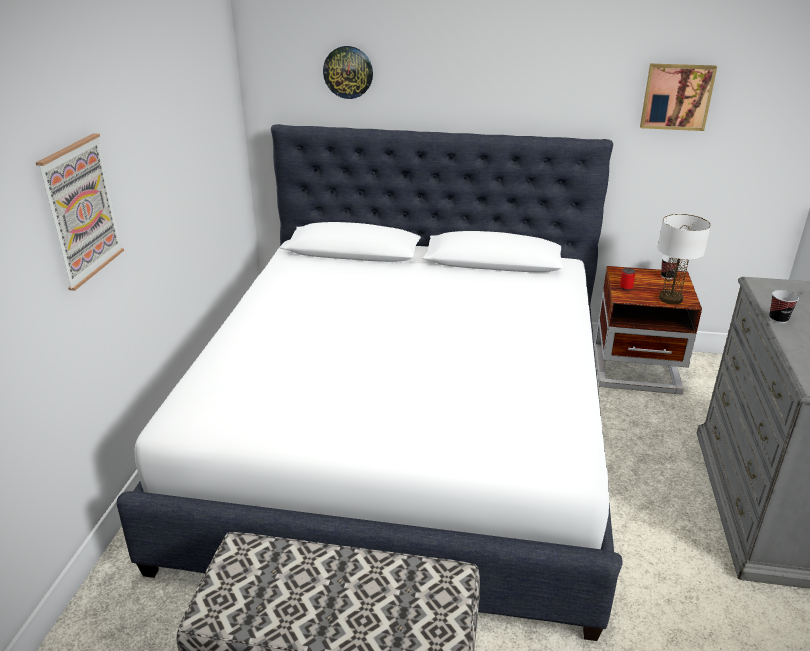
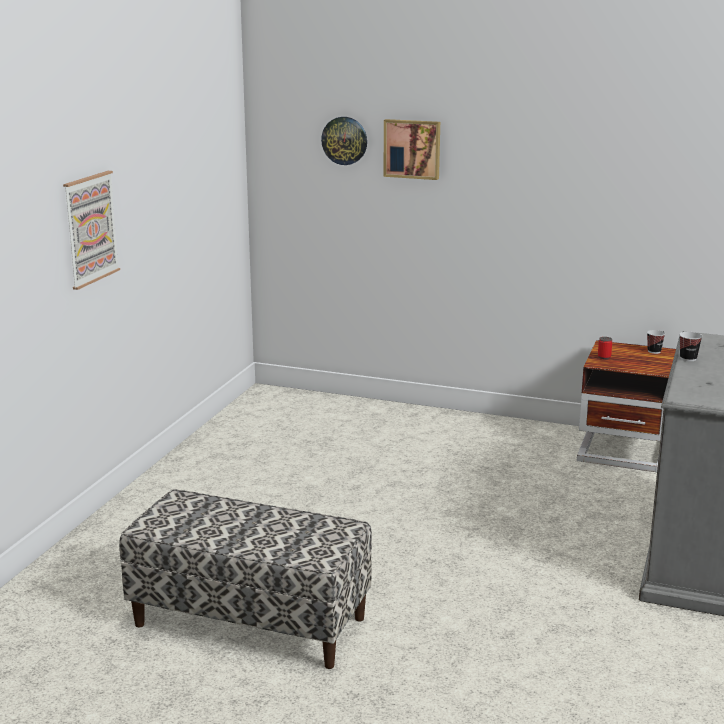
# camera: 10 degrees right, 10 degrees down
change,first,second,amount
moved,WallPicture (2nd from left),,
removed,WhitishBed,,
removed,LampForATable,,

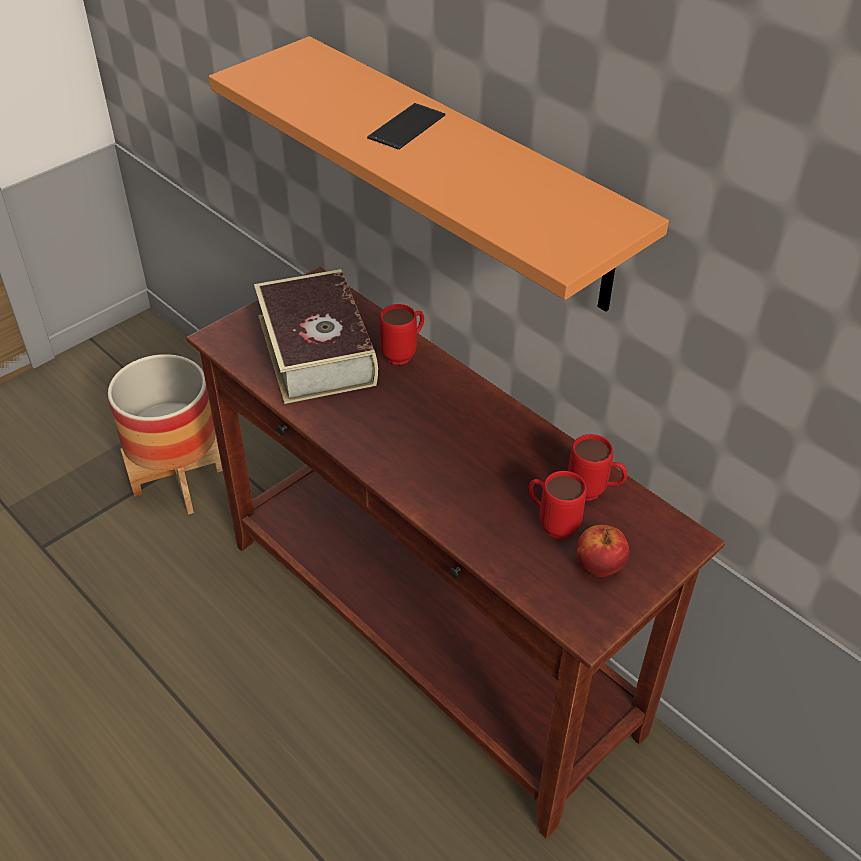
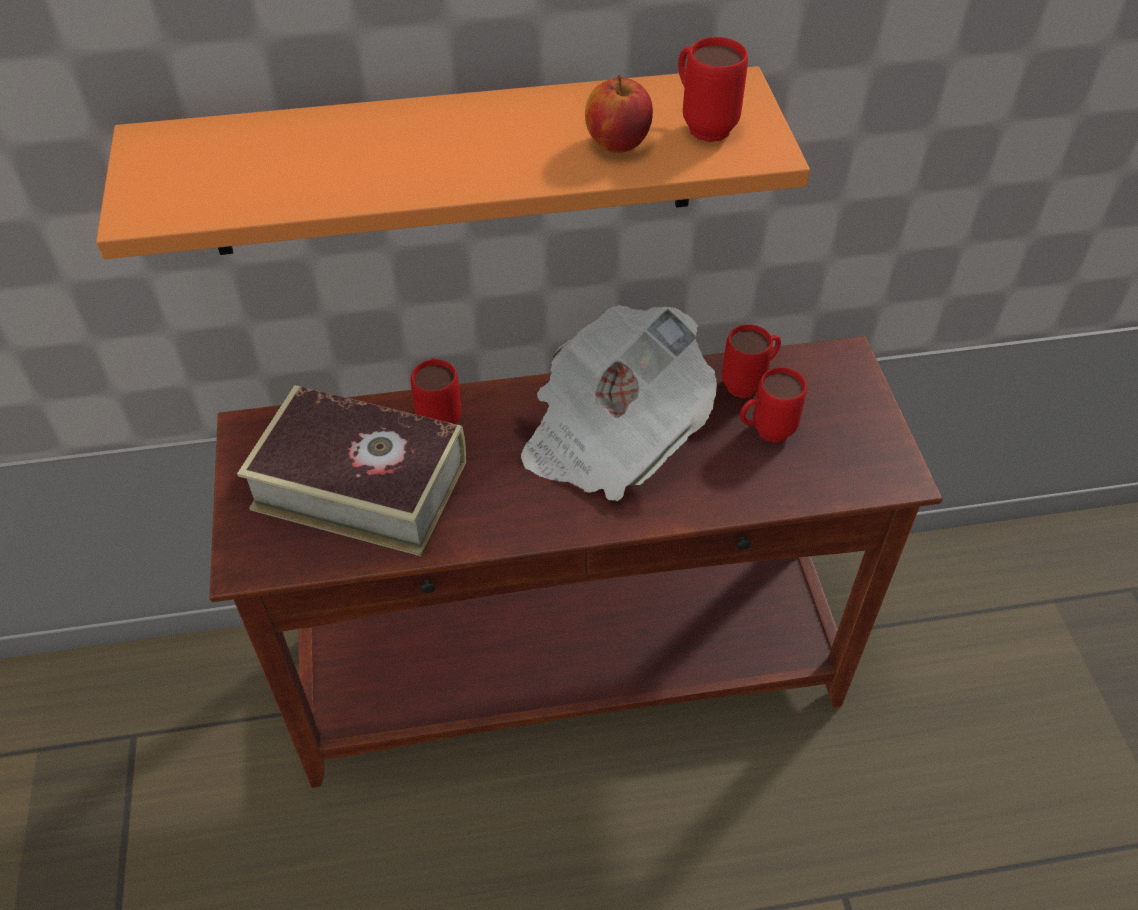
# camera: 55 degrees left, 5 degrees up
change,first,second,amount
removed,Phone,,
removed,PlantPot,,
moved,Apple,,
added,,ReddishTeaMug (2nd from left),
added,,DailyPaper,

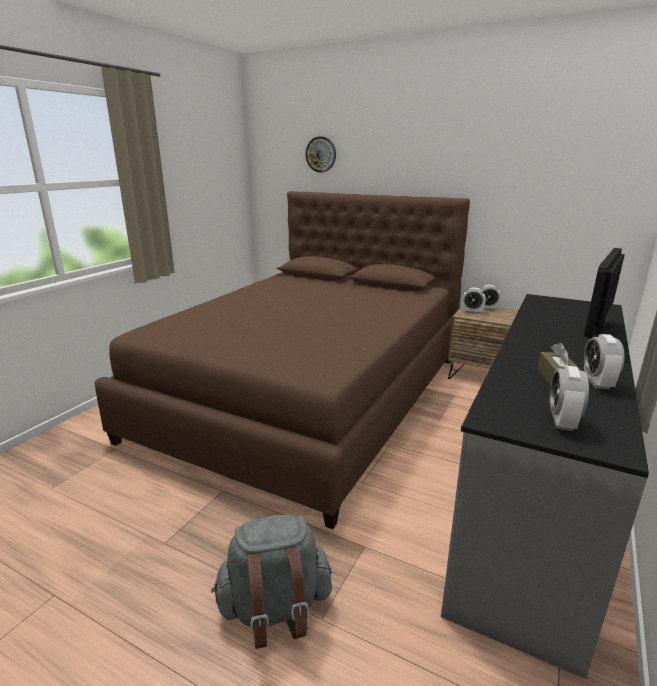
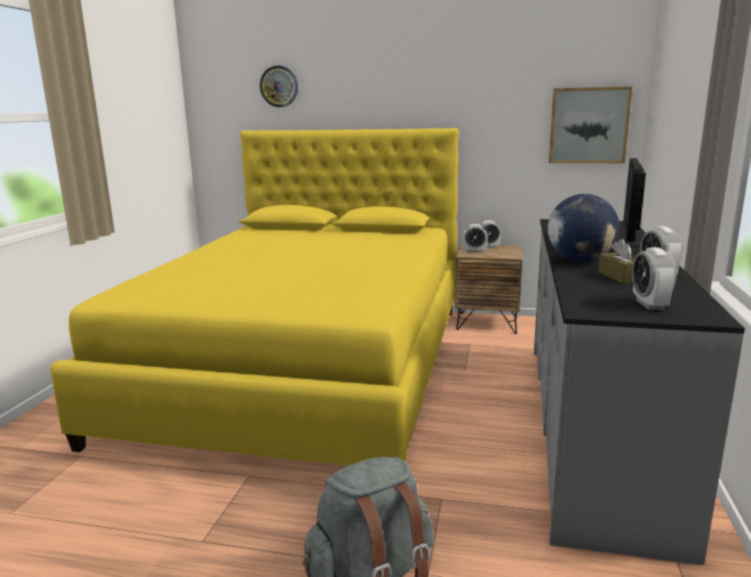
# camera: 15 degrees left, 5 degrees down
change,first,second,amount
recoloured,BrownBed,YellowBed,
added,,WallPicture,
added,,Globe,

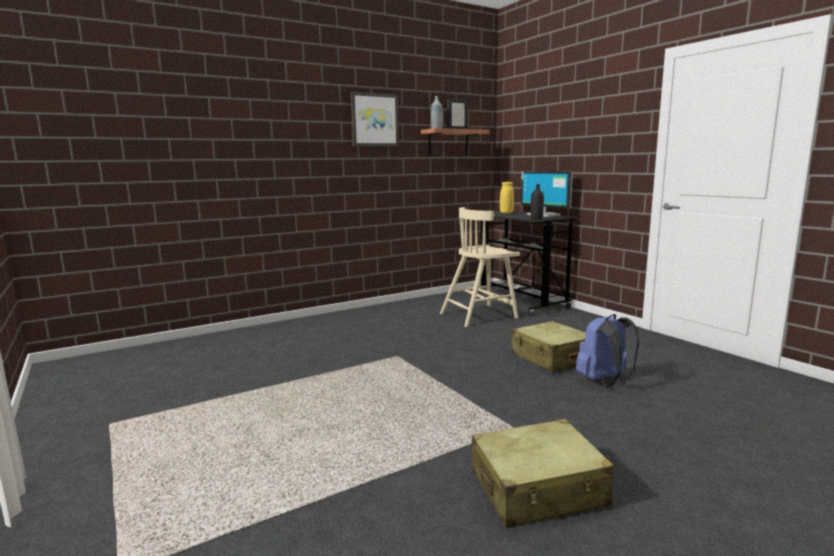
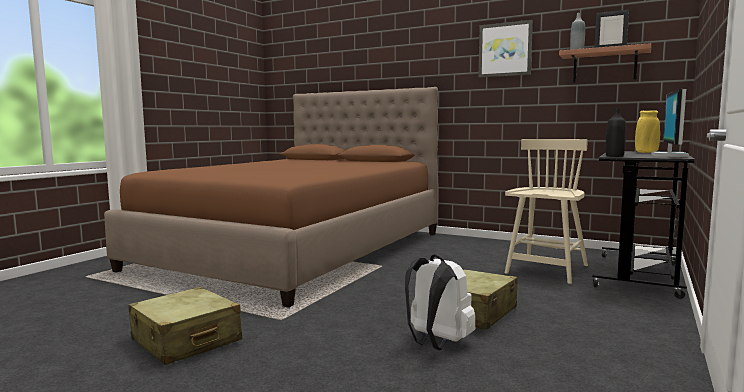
# camera: 60 degrees right, 5 degrees down
change,first,second,amount
turned,BeigeColouredUprightChair,,90 degrees clockwise
recoloured,BlueBackpack,WhitishBackpack,
added,,BrownBed,

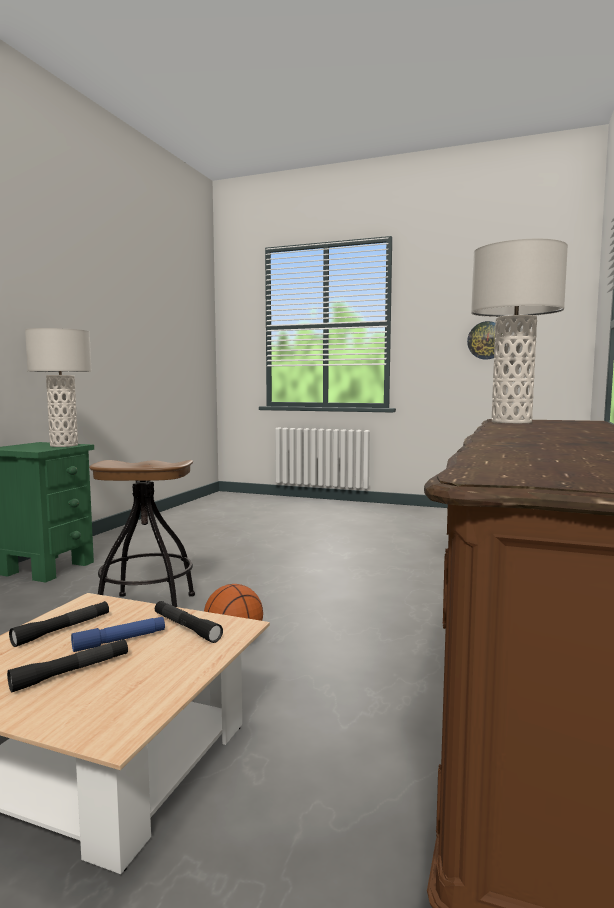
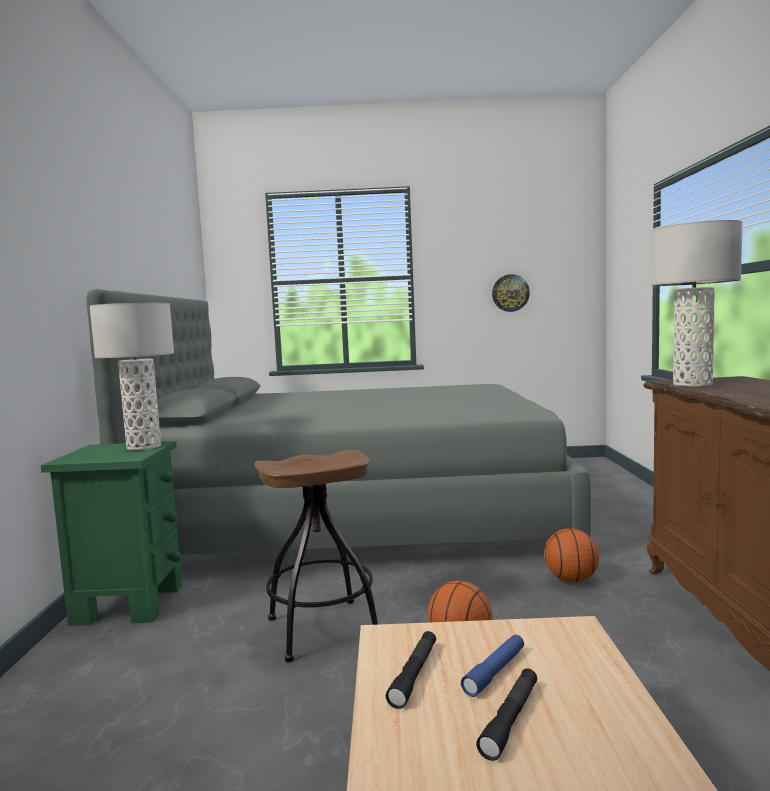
# camera: 20 degrees left, 0 degrees up
change,first,second,amount
removed,BlackTorch (3rd from left),,
added,,GrayBed,
added,,BasketballBall (2nd from left),

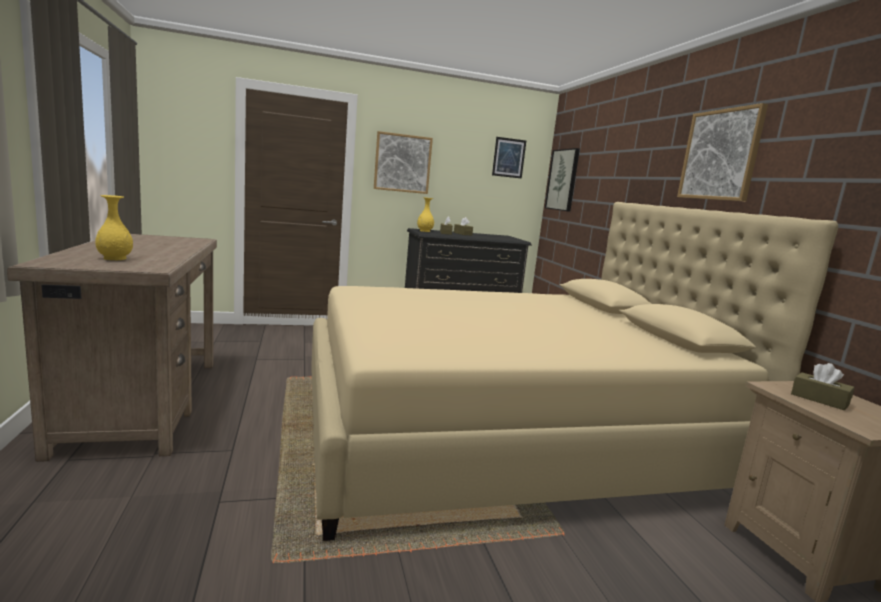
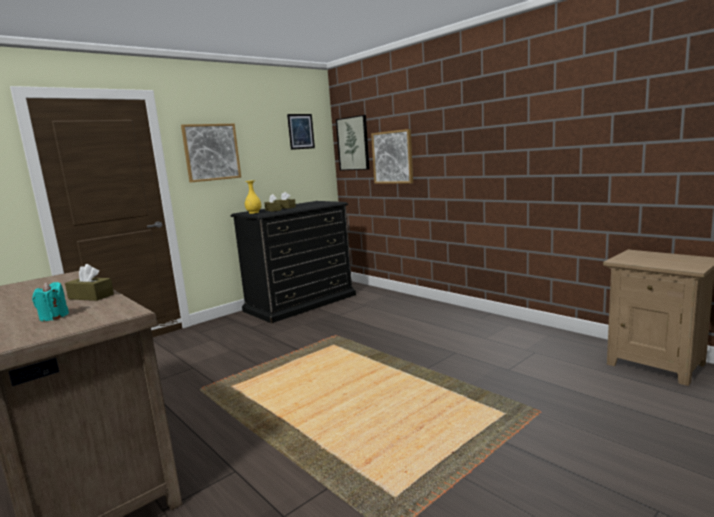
# camera: 25 degrees left, 0 degrees up
change,first,second,amount
moved,WallPicture (4th from left),,
replaced,YellowVase (1st from left),BlueGreenWaxCandle,
removed,BeigeColouredBed,,
moved,BrownTissueHolder (3rd from left in the first image),BrownTissueHolder (1st from left),

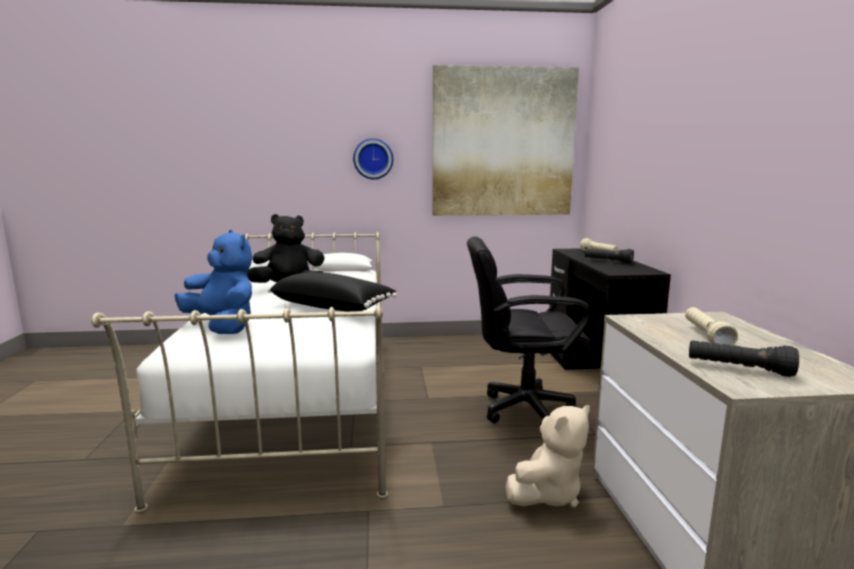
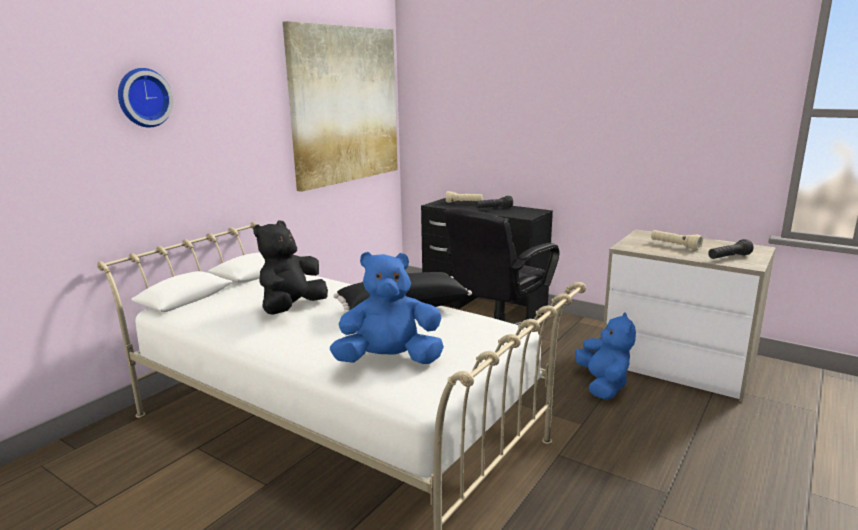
# camera: 50 degrees left, 5 degrees up
change,first,second,amount
moved,HangingClock,,
recoloured,BeigeColouredSoftToy,BlueSoftToy (2nd from left),

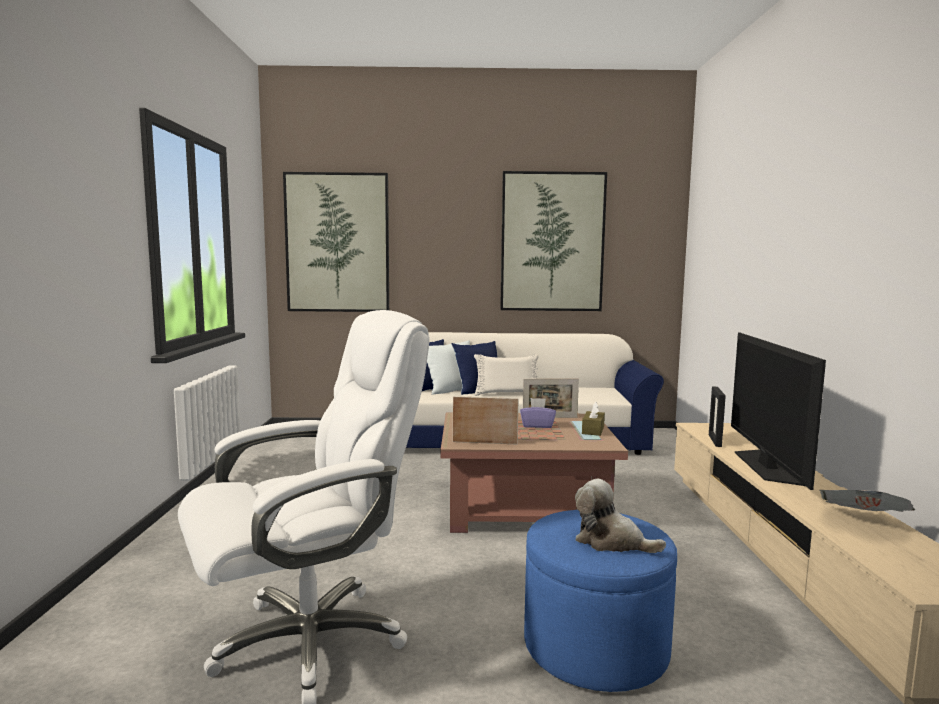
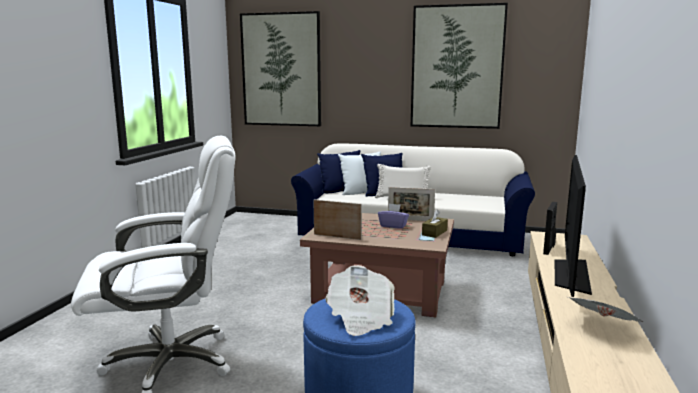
# camera: 15 degrees right, 5 degrees up
change,first,second,amount
replaced,SoftToy,DailyPaper (1st from left),

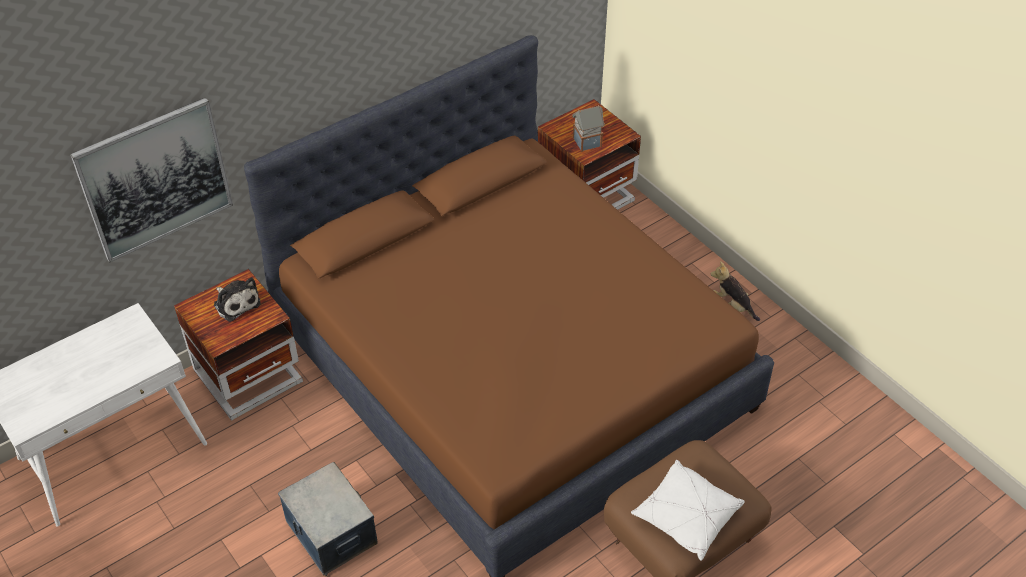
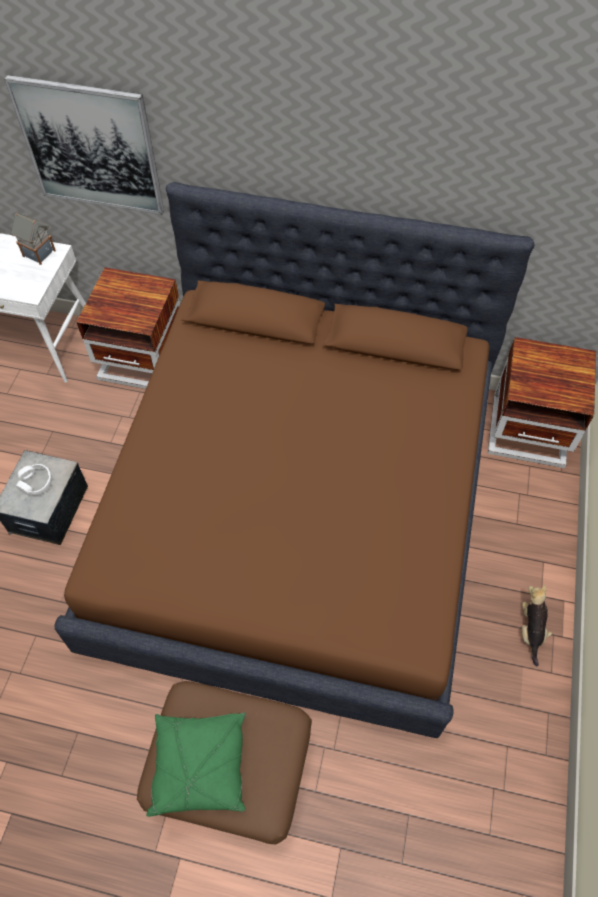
# camera: 50 degrees right, 10 degrees up
change,first,second,amount
moved,ToyHouse,,
removed,SoftToy (1st from left),,
recoloured,WhitishThrowPillow,GreenThrowPillow,
added,,WhitishHeadphones,

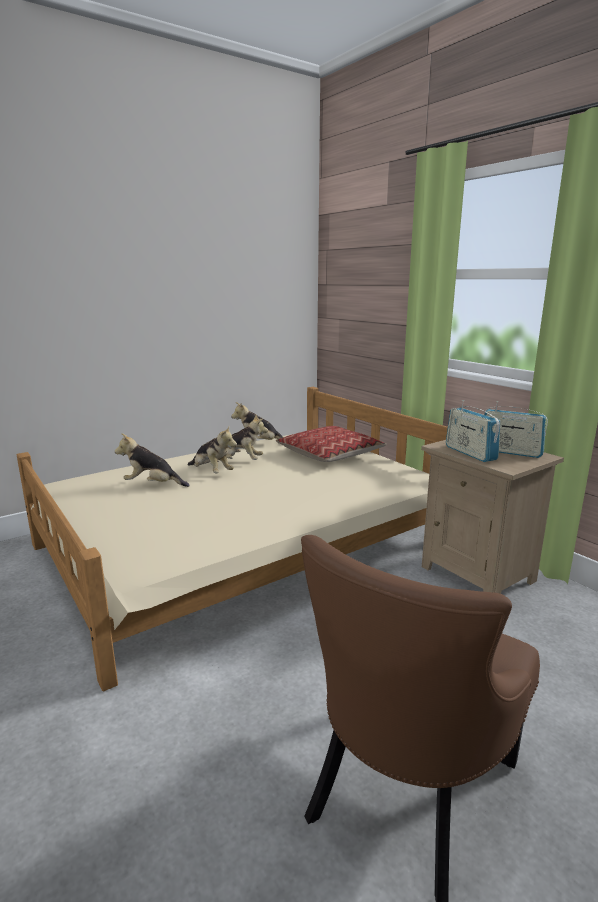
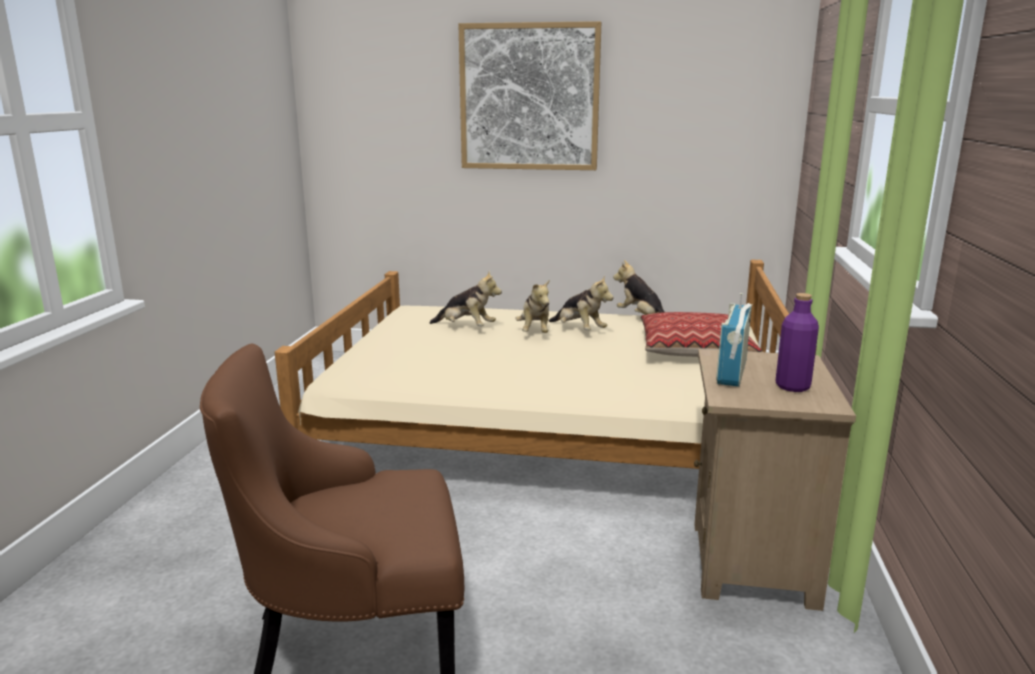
# camera: 45 degrees right, 0 degrees up
change,first,second,amount
replaced,Radio (2nd from left),PurpleColouredDrinkBottle,
turned,SoftToy (1st from left),,150 degrees clockwise
added,,WallPicture,

